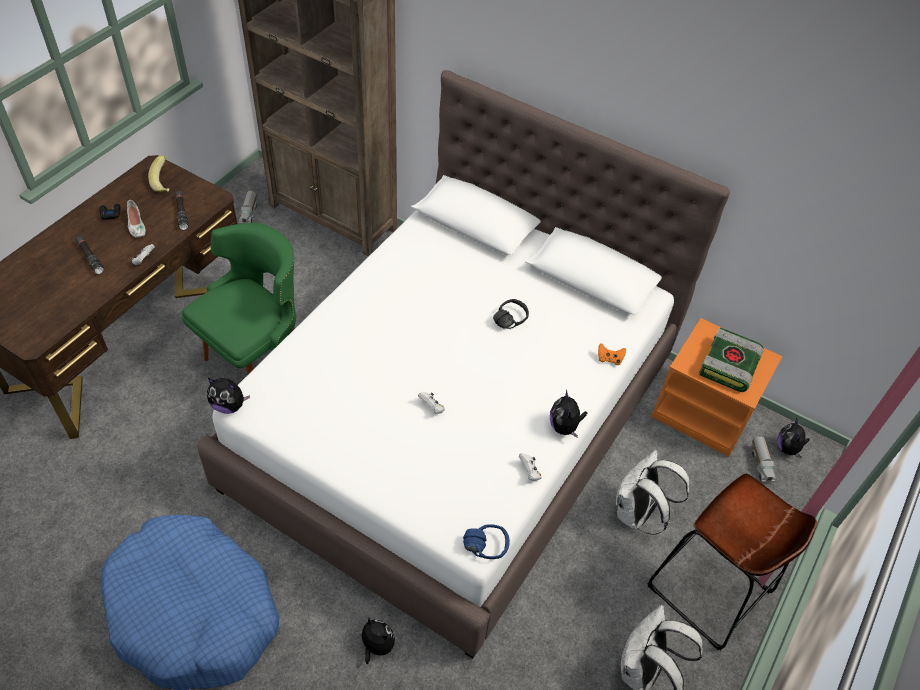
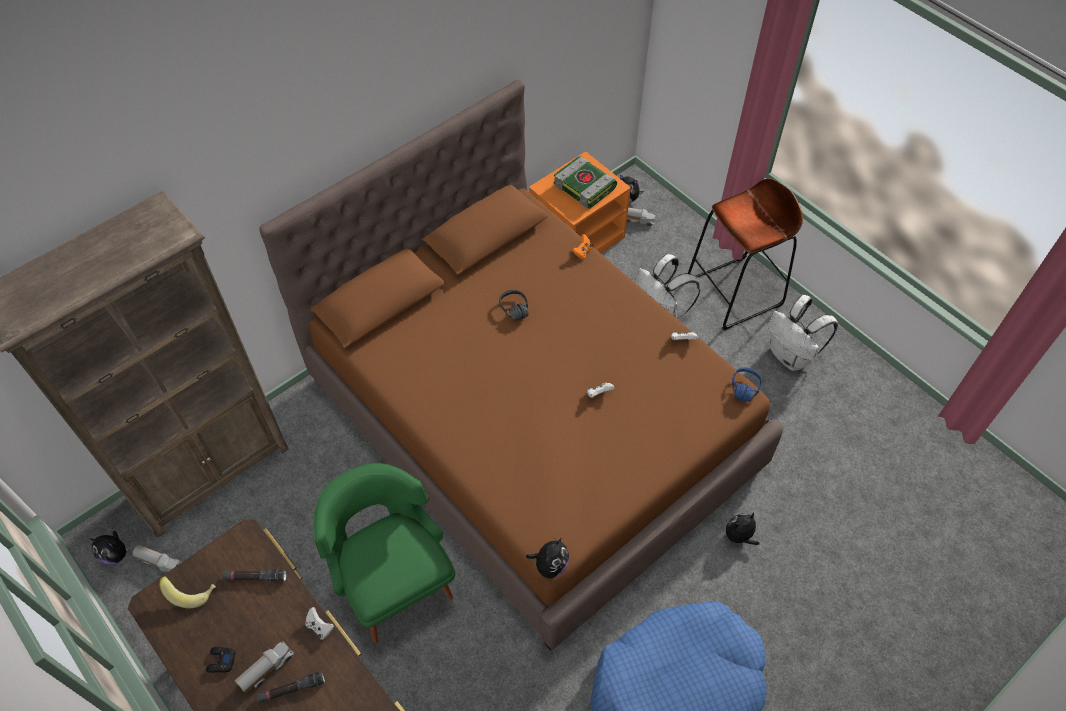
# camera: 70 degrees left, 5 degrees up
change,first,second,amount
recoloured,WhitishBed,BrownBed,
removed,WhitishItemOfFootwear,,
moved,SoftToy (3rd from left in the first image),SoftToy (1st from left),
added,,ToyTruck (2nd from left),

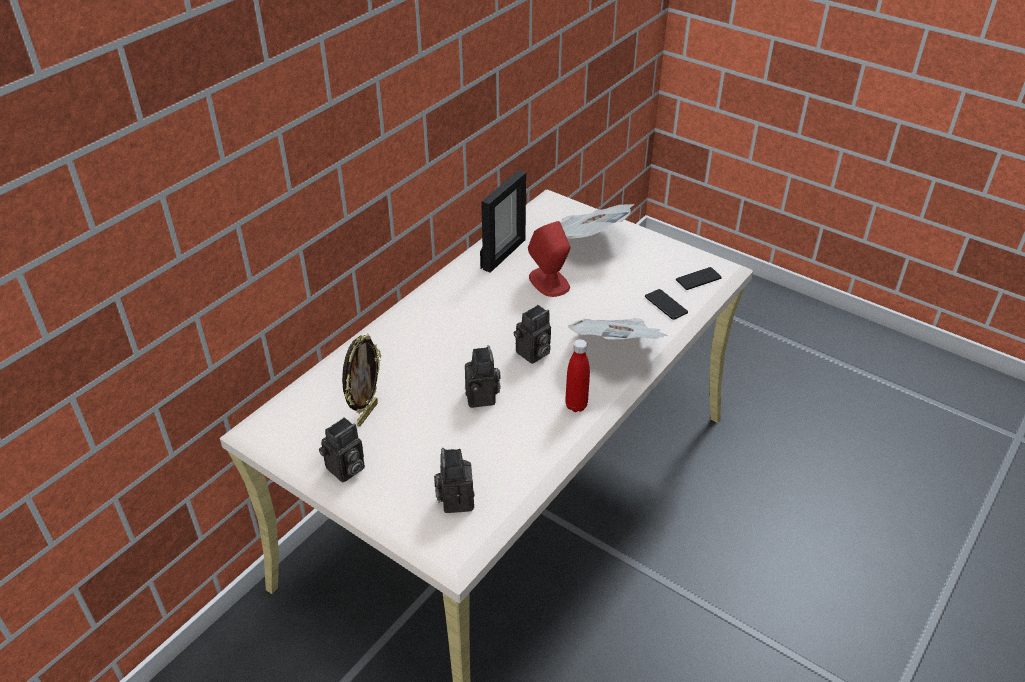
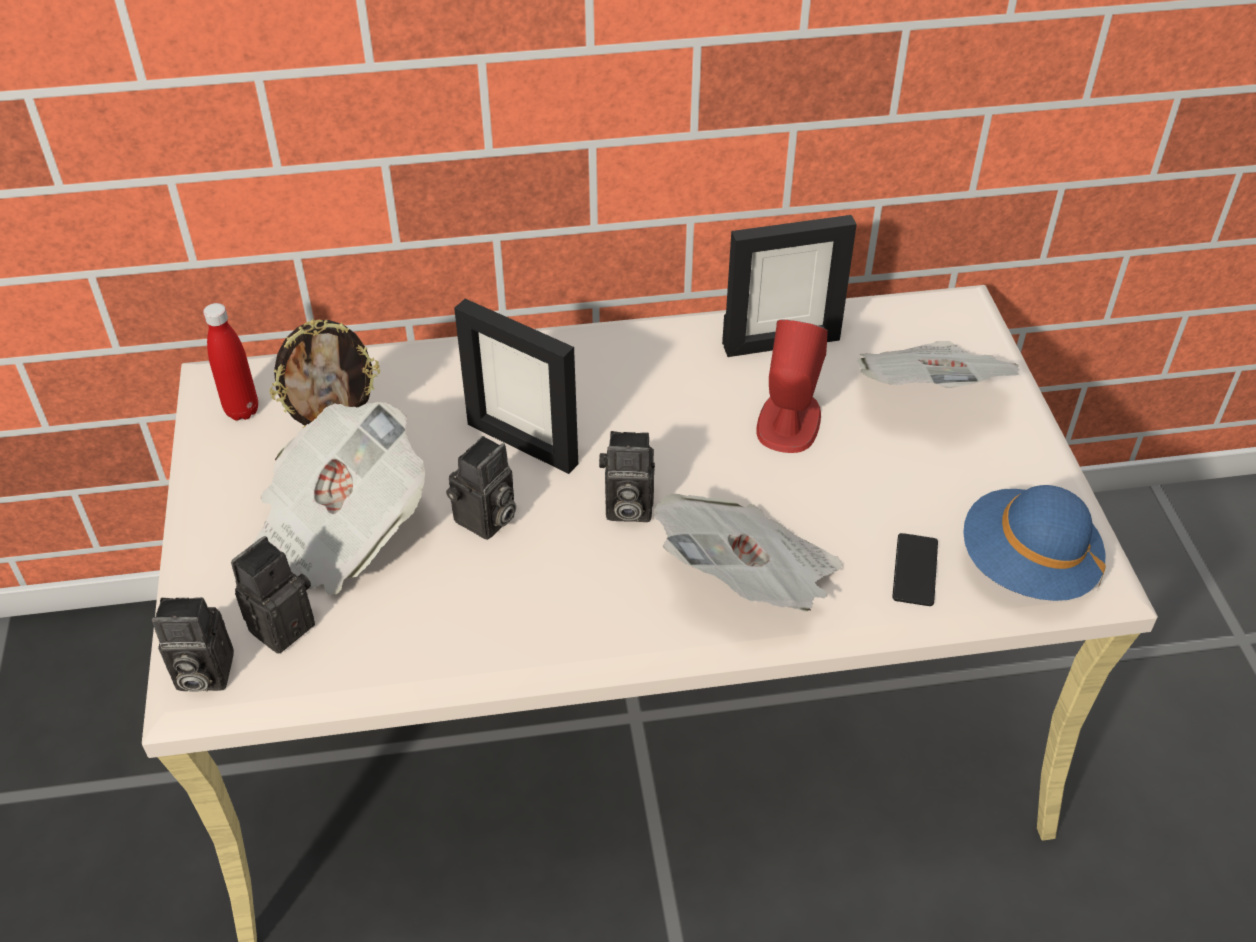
# camera: 45 degrees right, 5 degrees up
change,first,second,amount
replaced,Phone (2nd from left),BlueWearableHat,
moved,ReddishDrinkBottle,,
moved,StillCamera (1st from left),,
added,,PhotoFrame (2nd from left),
added,,DailyPaper (1st from left),

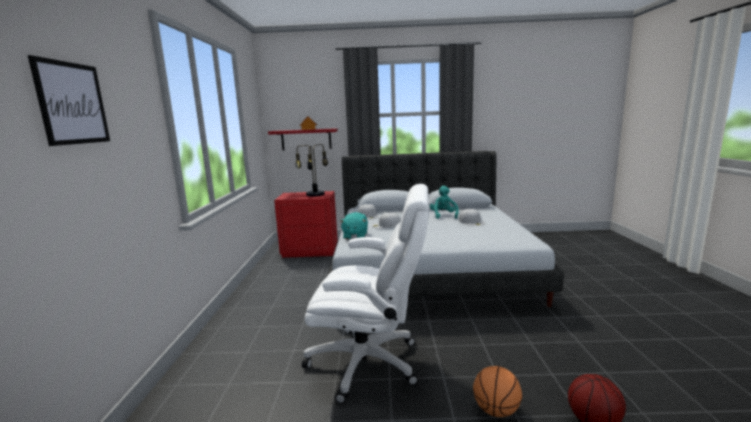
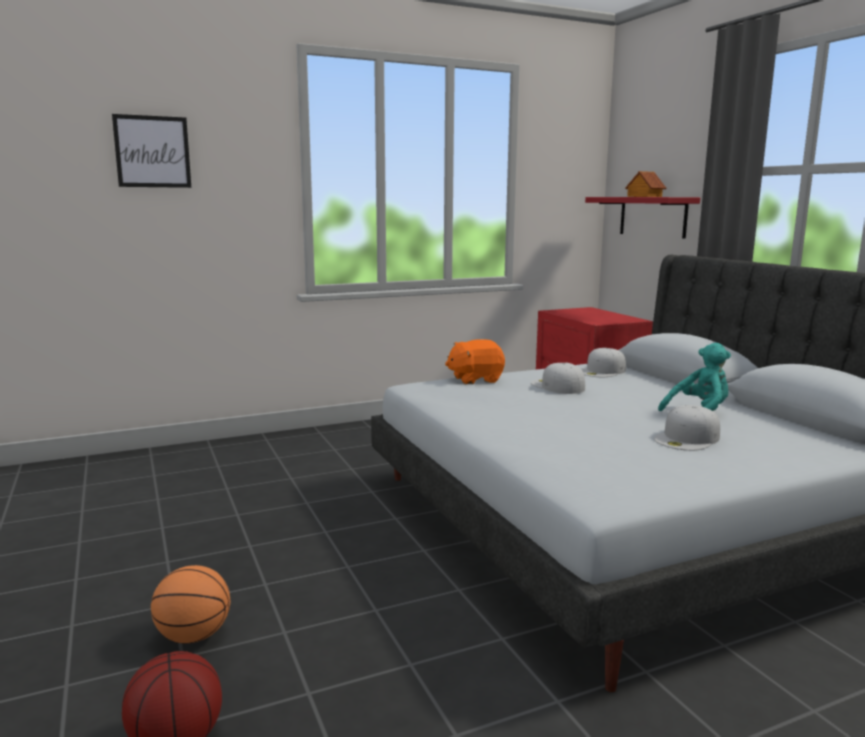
# camera: 65 degrees right, 0 degrees up
change,first,second,amount
removed,LampForATable,,
removed,WhitishOfficeChair,,
recoloured,BlueGreenSoftToy (1st from left),OrangeSoftToy,

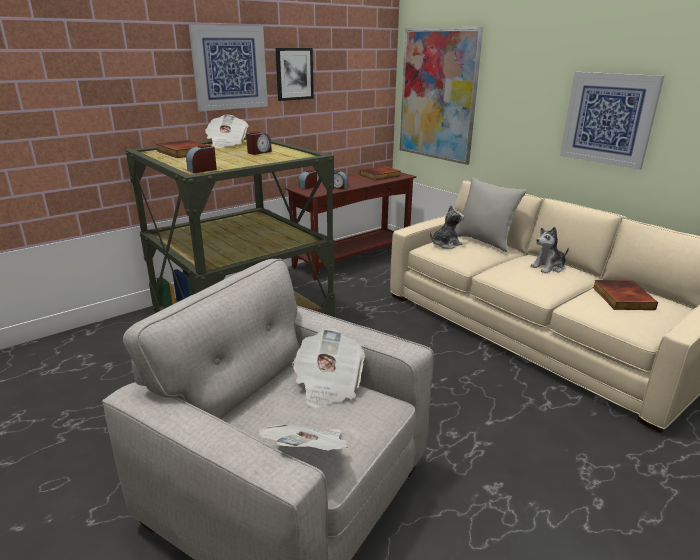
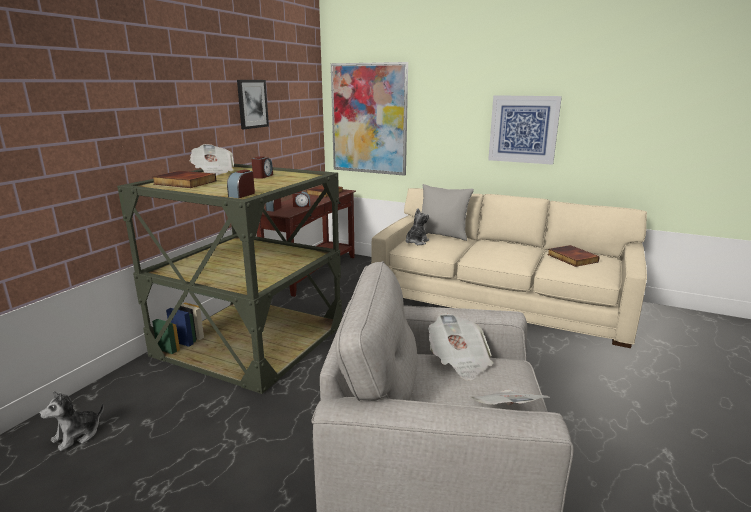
# camera: 25 degrees left, 5 degrees down
change,first,second,amount
removed,WallPicture (1st from left),,
moved,SoftToy (2nd from left in the first image),SoftToy (1st from left),

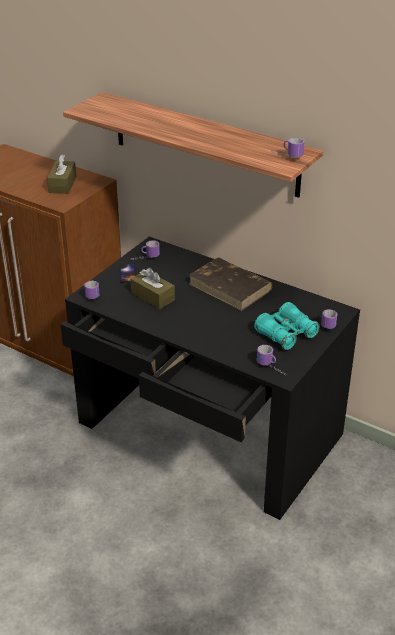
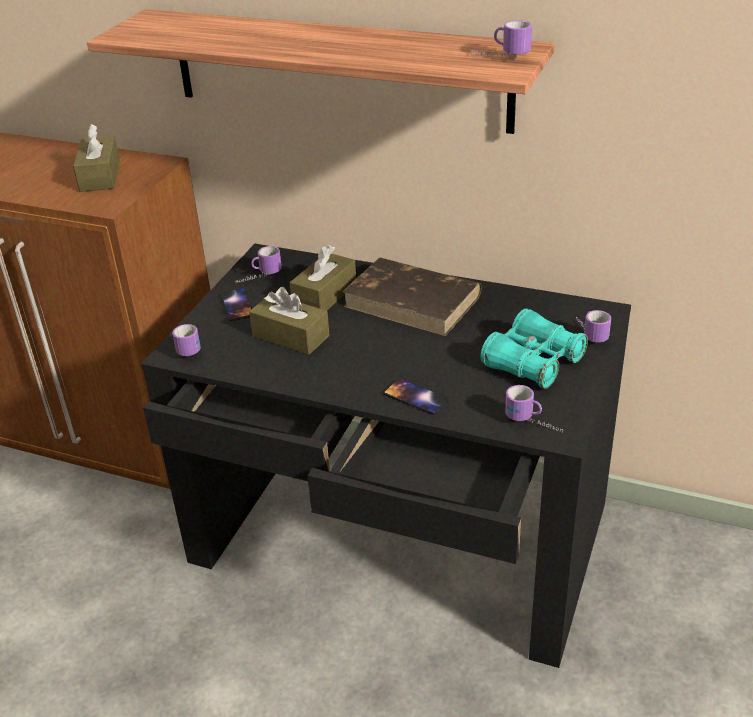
# camera: 10 degrees left, 0 degrees up
change,first,second,amount
added,,BrownTissueHolder (3rd from left),
added,,Phone (2nd from left),

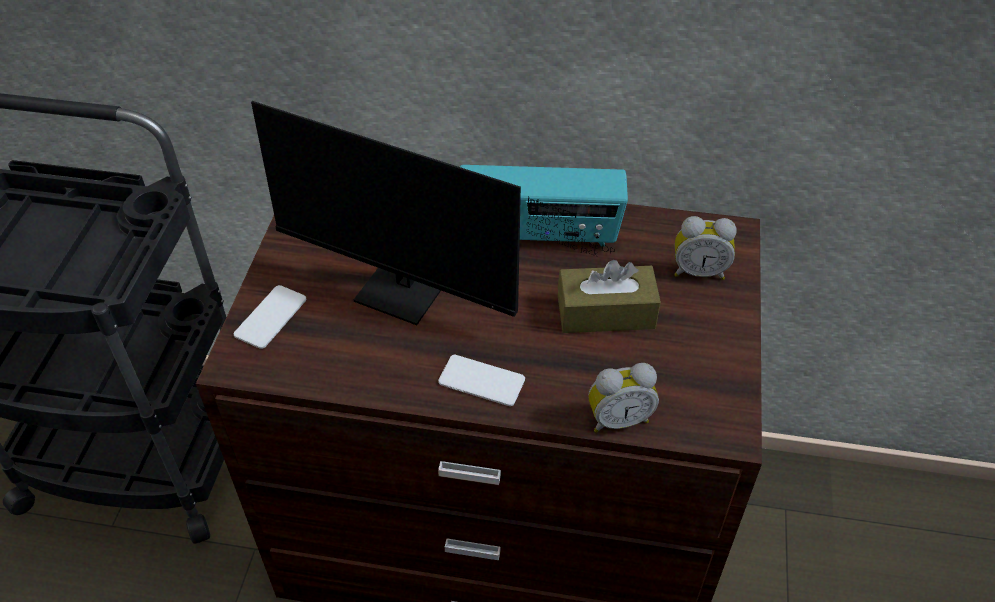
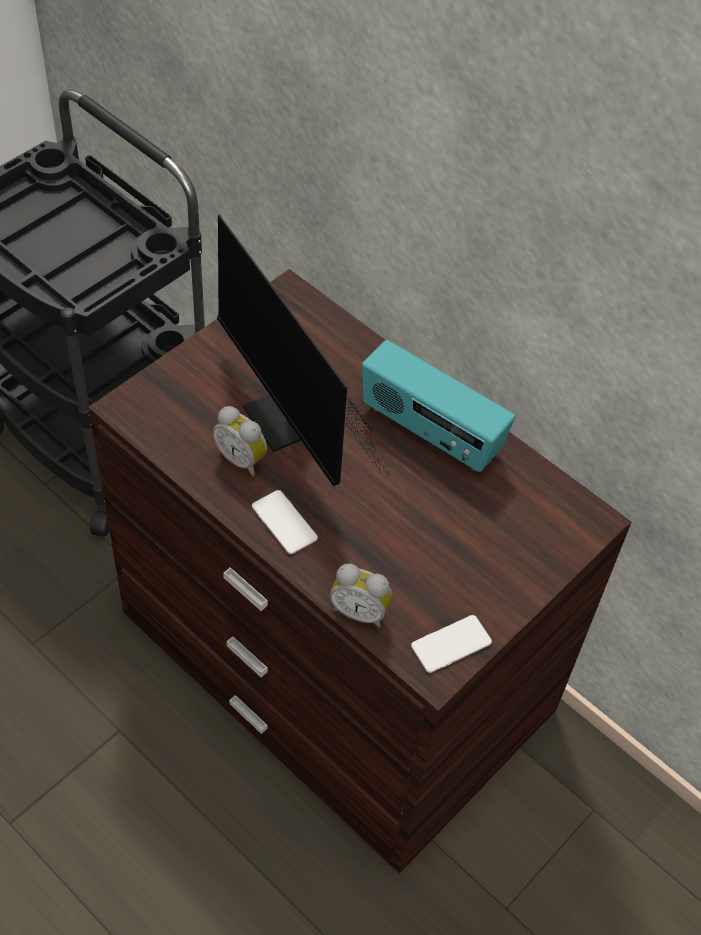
# camera: 30 degrees right, 5 degrees up
change,first,second,amount
moved,AlarmClock (2nd from left in the first image),AlarmClock (1st from left),
removed,BrownTissueHolder,,
moved,Phone (1st from left in the first image),Phone (2nd from left),

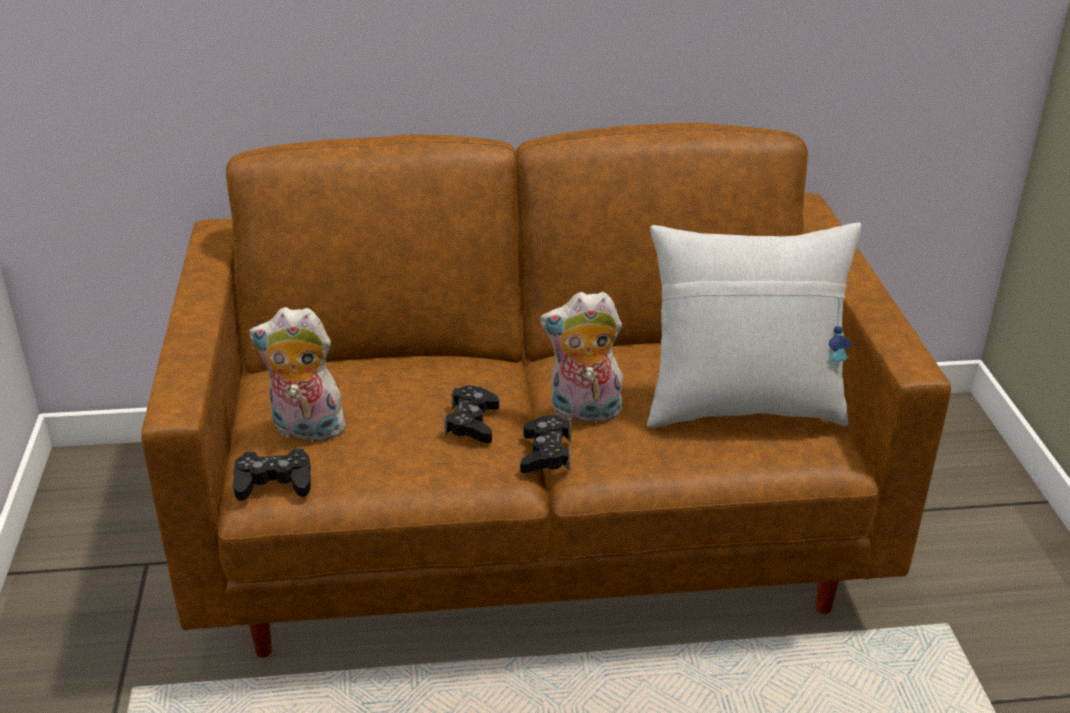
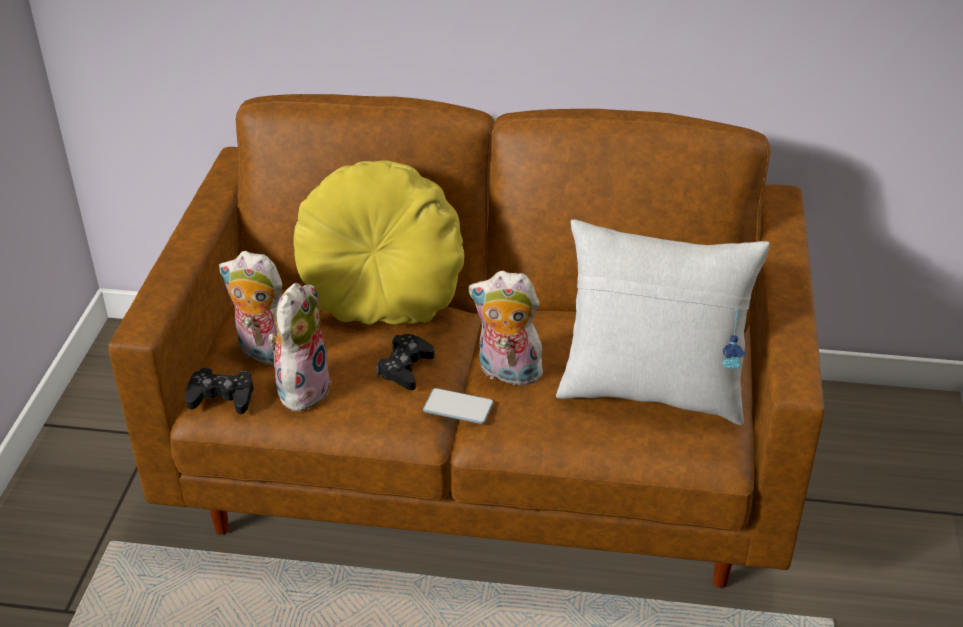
# camera: 15 degrees right, 5 degrees up
change,first,second,amount
replaced,BlackGamepad (3rd from left),Phone,
added,,YellowThrowPillow,
added,,SoftToy (2nd from left),

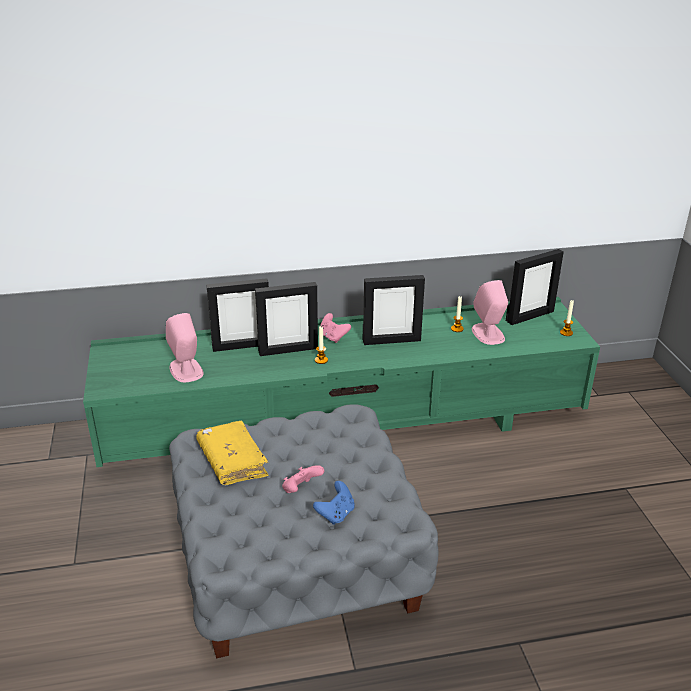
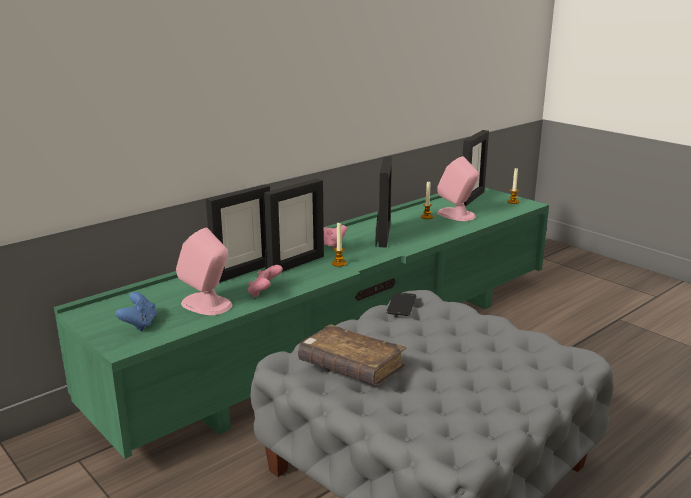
# camera: 30 degrees left, 10 degrees down
change,first,second,amount
turned,PhotoFrame (3rd from left),,45 degrees counterclockwise
recoloured,YellowBook,BrownBook,
moved,PinkGamepad (1st from left),,
moved,BlueGamepad,,
added,,Phone,

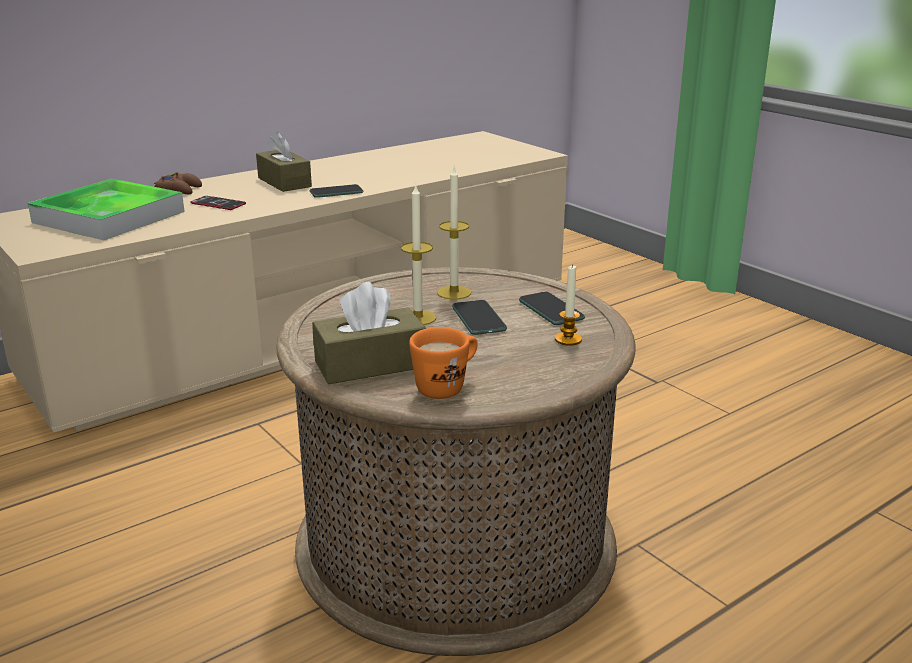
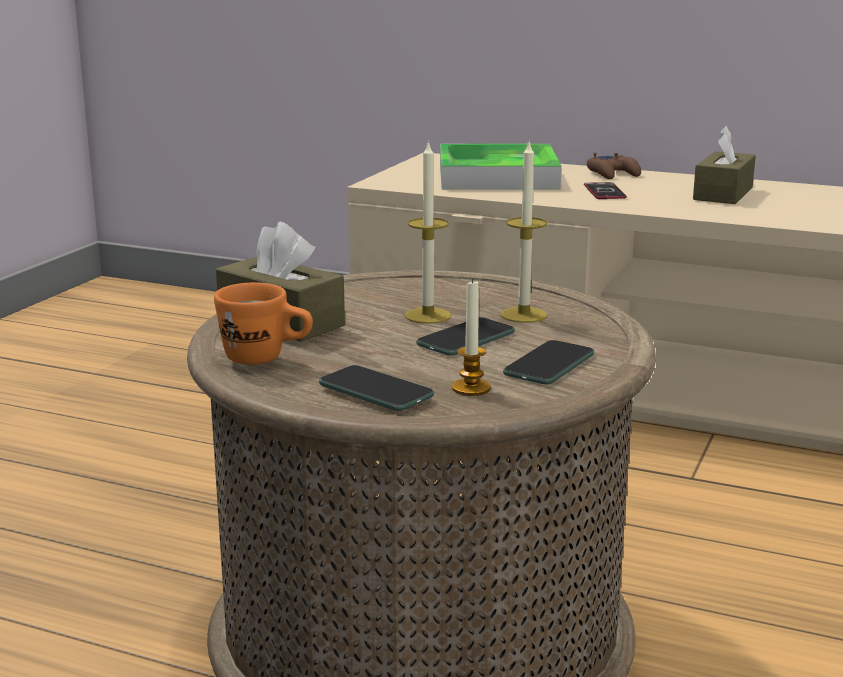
# camera: 60 degrees right, 5 degrees down
change,first,second,amount
moved,Phone (2nd from left in the first image),Phone (1st from left),

